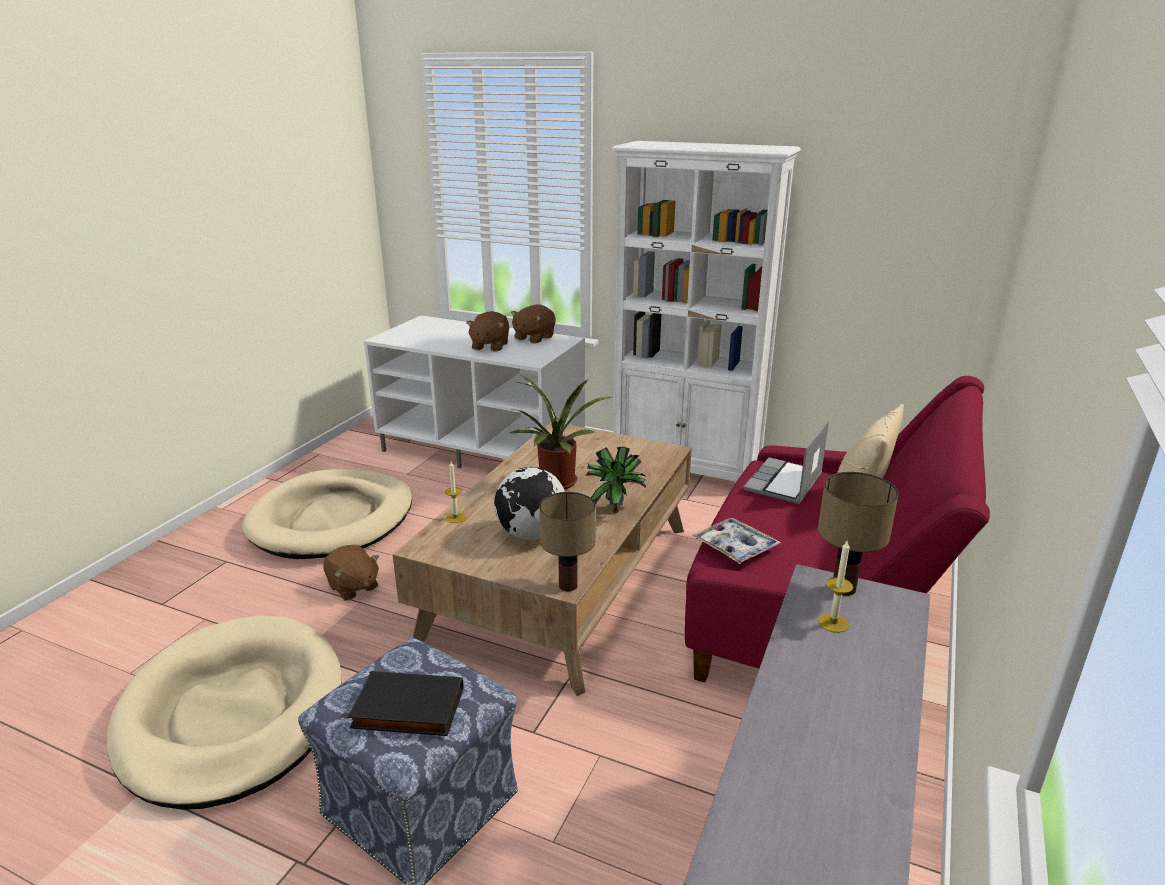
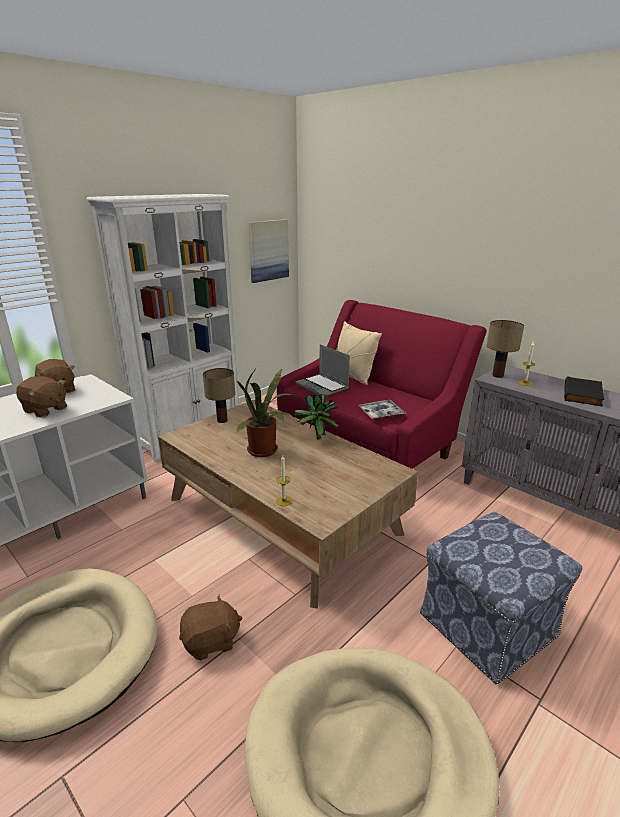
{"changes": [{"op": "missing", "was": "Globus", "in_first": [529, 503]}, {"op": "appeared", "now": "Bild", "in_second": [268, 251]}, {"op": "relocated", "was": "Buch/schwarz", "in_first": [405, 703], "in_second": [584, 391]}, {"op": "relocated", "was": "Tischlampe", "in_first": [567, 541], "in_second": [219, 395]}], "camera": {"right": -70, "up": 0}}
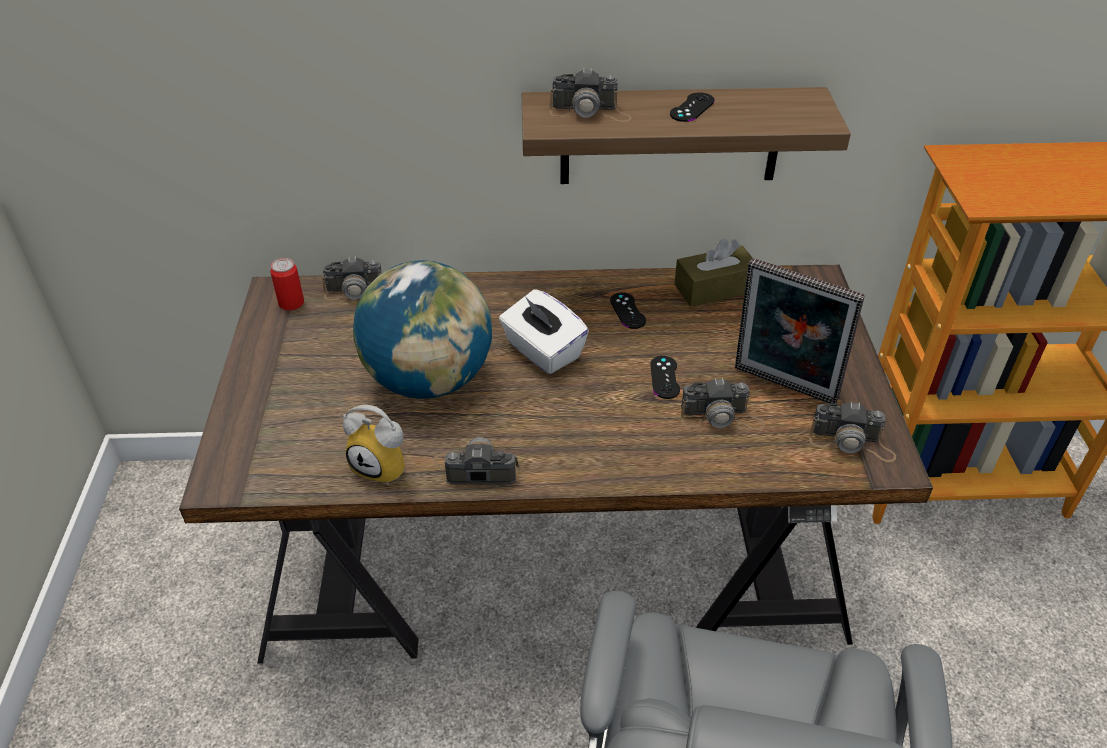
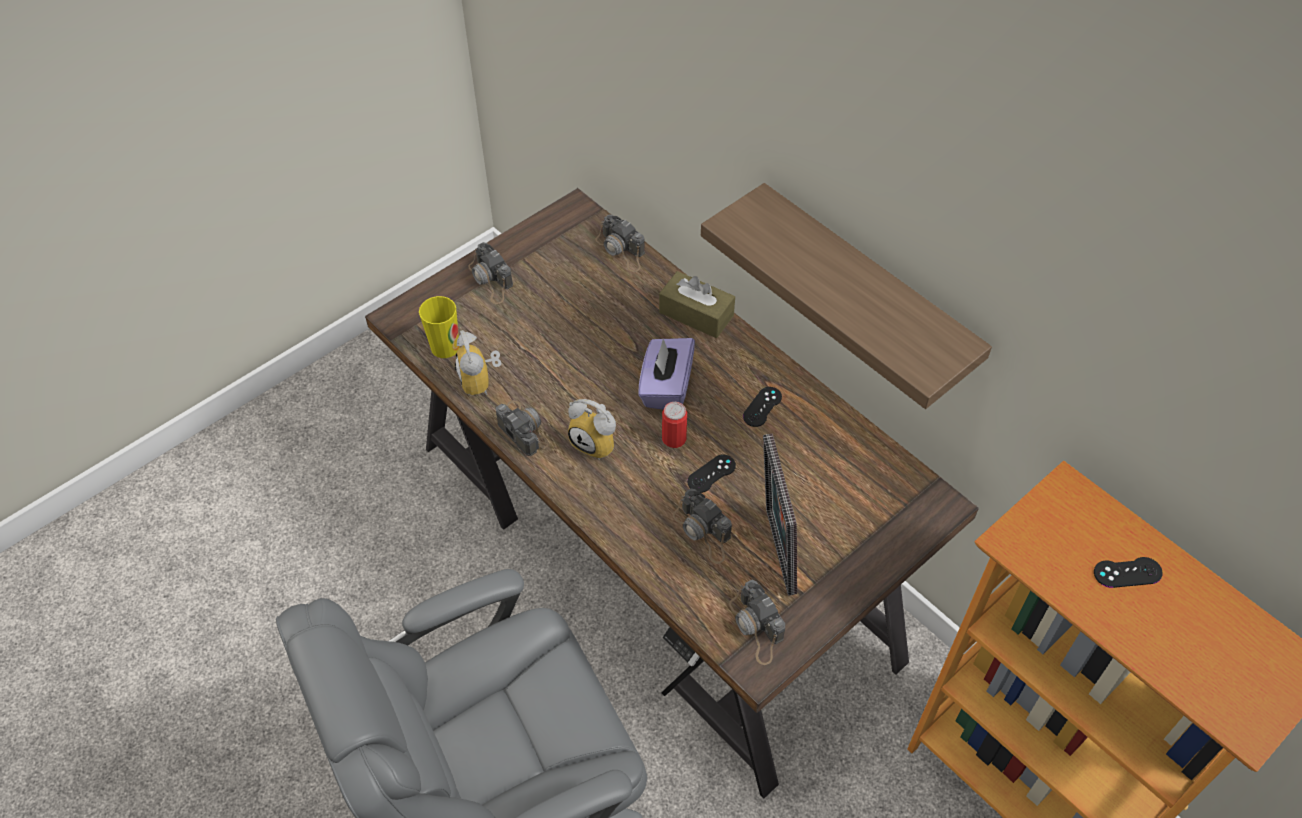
{"changes": [{"op": "missing", "was": "Globus", "in_first": [422, 329]}, {"op": "appeared", "now": "Tasse", "in_second": [439, 327]}, {"op": "appeared", "now": "Wecker", "in_second": [592, 429]}, {"op": "relocated", "was": "Dose", "in_first": [287, 284], "in_second": [674, 425]}, {"op": "relocated", "was": "Kamera", "in_first": [591, 95], "in_second": [490, 273]}, {"op": "relocated", "was": "Gamepad/schwarz", "in_first": [692, 107], "in_second": [1128, 572]}, {"op": "relocated", "was": "Taschentuchbox/braun", "in_first": [713, 272], "in_second": [697, 304]}, {"op": "colour", "was": "Taschentuchbox/weiß", "now": "Taschentuchbox/lila", "in_first": [544, 331], "in_second": [666, 374]}], "camera": {"right": 50, "up": 10}}
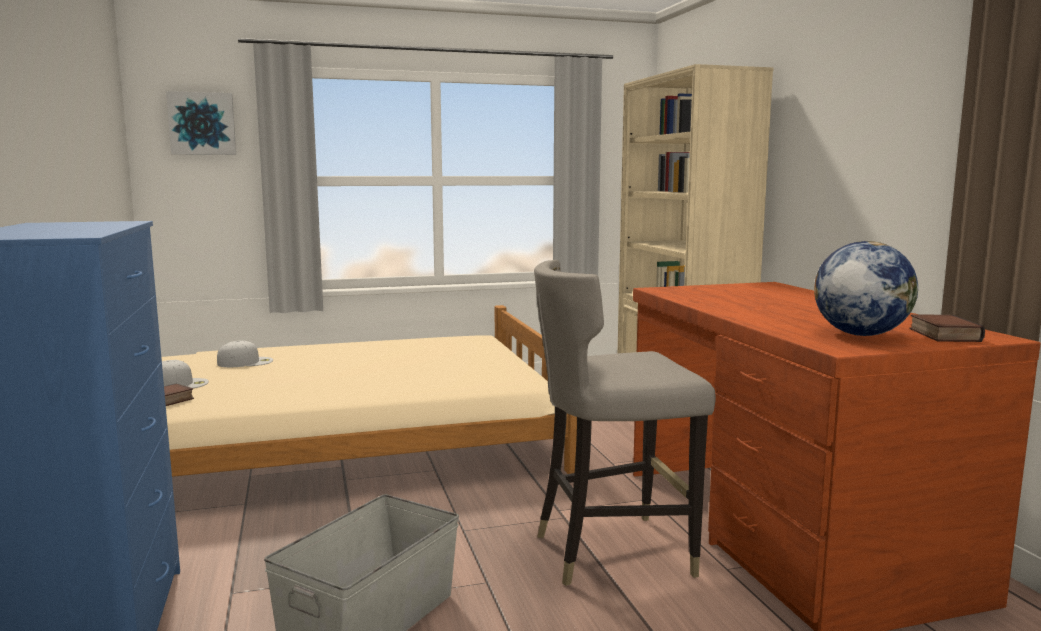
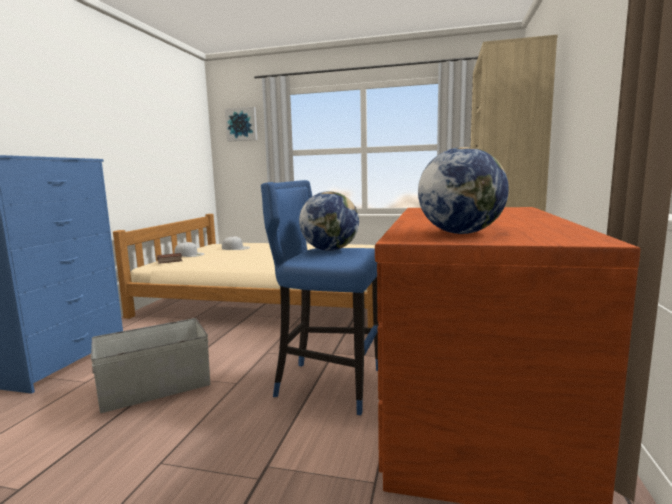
{"changes": [{"op": "missing", "was": "Buch", "in_first": [947, 328]}, {"op": "appeared", "now": "Globus", "in_second": [329, 221]}, {"op": "colour", "was": "Hocker/grau", "now": "Hocker/blau", "in_first": [625, 423], "in_second": [319, 297]}], "camera": {"right": 30, "up": 0}}
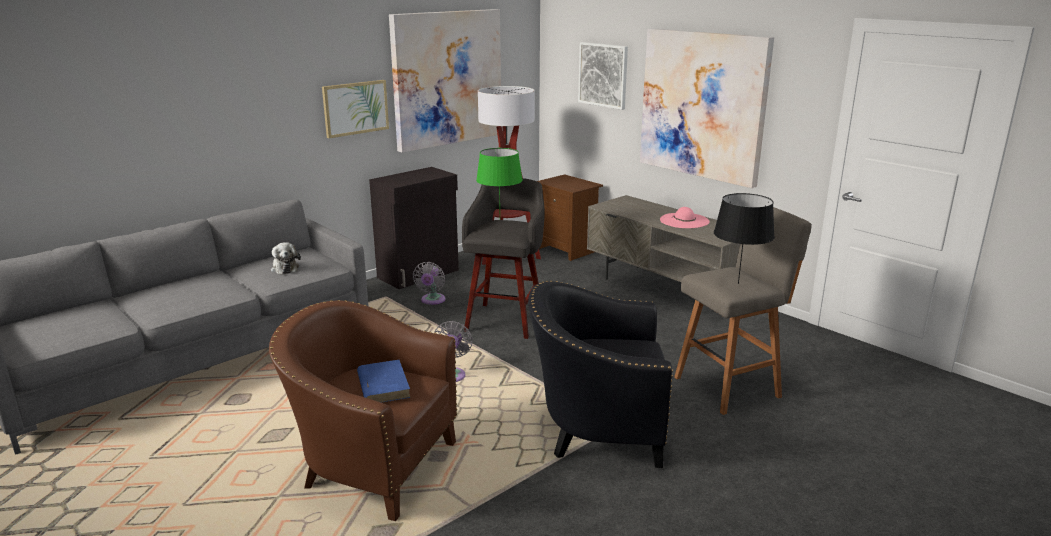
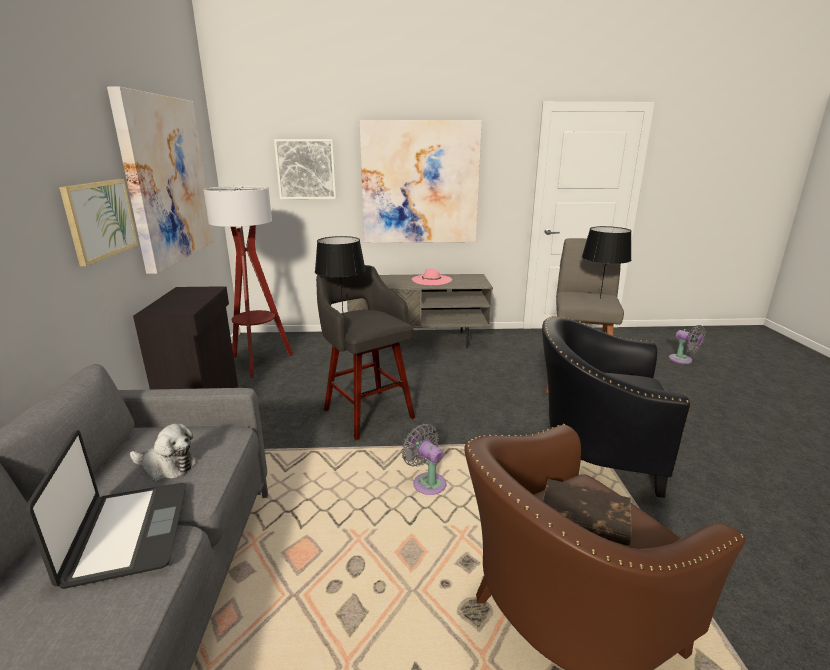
{"changes": [{"op": "missing", "was": "Nachttisch/braun", "in_first": [570, 217]}, {"op": "appeared", "now": "Laptop", "in_second": [105, 509]}, {"op": "relocated", "was": "Ventilator/grau", "in_first": [429, 283], "in_second": [687, 344]}, {"op": "colour", "was": "Buch/blau", "now": "Buch/braun", "in_first": [384, 381], "in_second": [587, 512]}, {"op": "colour", "was": "Tischlampe/grün", "now": "Tischlampe/schwarz", "in_first": [499, 176], "in_second": [340, 274]}, {"op": "spun", "was": "Sessel/schwarz", "in_first": [600, 374], "in_second": [616, 407], "clockwise": 60}], "camera": {"right": -50, "up": 0}}
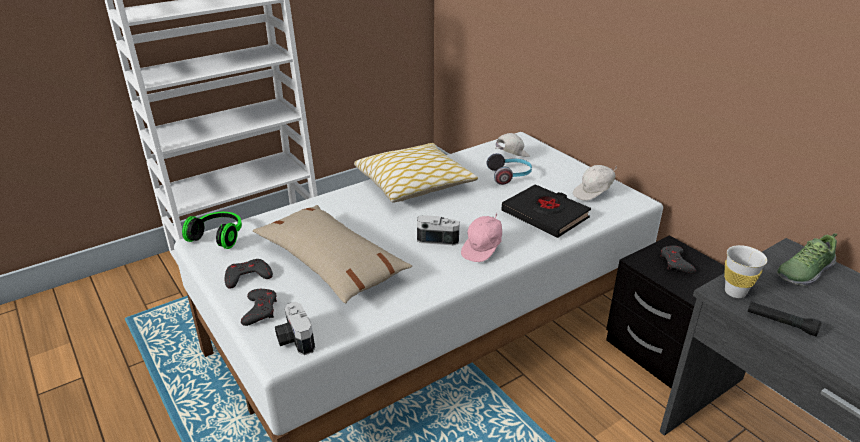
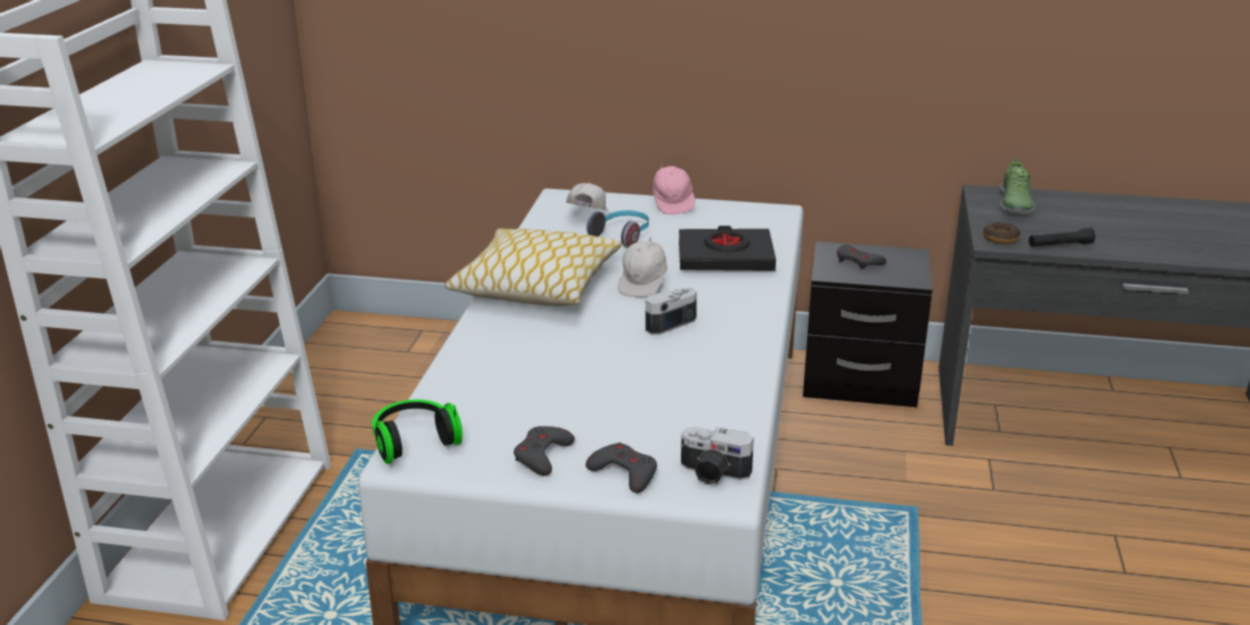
{"changes": [{"op": "missing", "was": "Kissen/beige", "in_first": [332, 254]}, {"op": "relocated", "was": "Kappe/rosa", "in_first": [481, 237], "in_second": [673, 190]}, {"op": "relocated", "was": "Kappe/weiß", "in_first": [595, 183], "in_second": [642, 267]}, {"op": "exchanged", "was": "Tasse/weiß", "now": "Donut", "in_first": [745, 271], "in_second": [1002, 233]}], "camera": {"right": -45, "up": -5}}
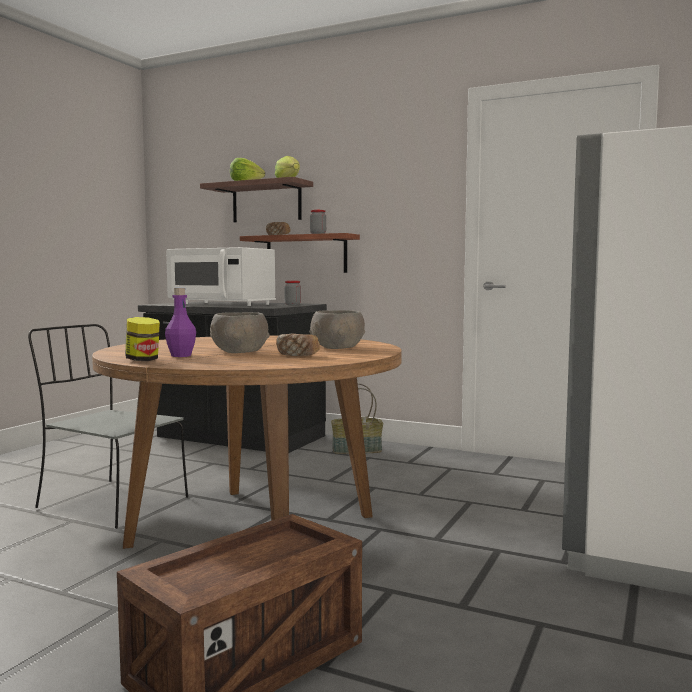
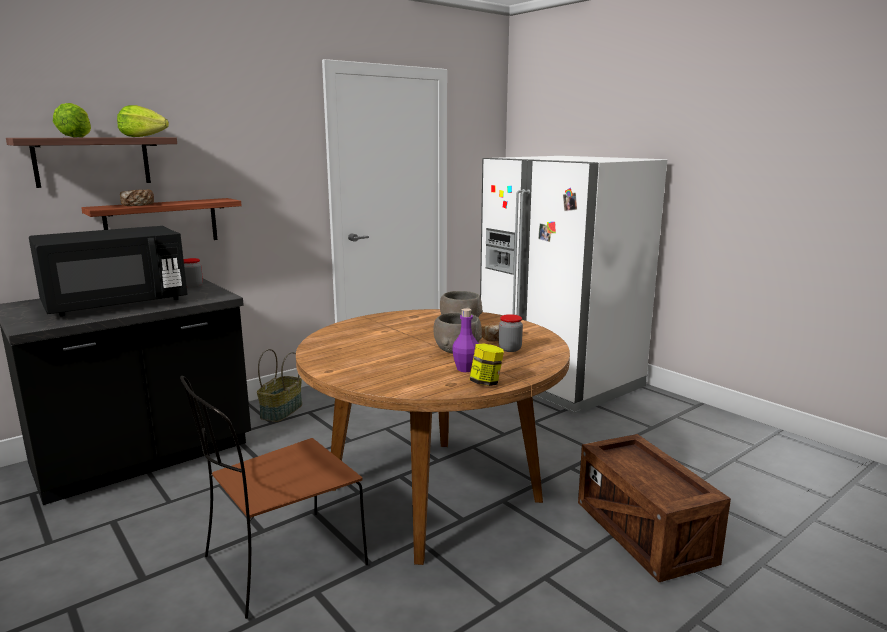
{"changes": [{"op": "relocated", "was": "Vorratsglas", "in_first": [318, 222], "in_second": [511, 333]}, {"op": "colour", "was": "Stuhl/grau", "now": "Stuhl/braun", "in_first": [108, 426], "in_second": [274, 497]}, {"op": "colour", "was": "Mikrowelle/weiß", "now": "Mikrowelle/schwarz", "in_first": [221, 276], "in_second": [108, 271]}], "camera": {"right": -65, "up": 10}}
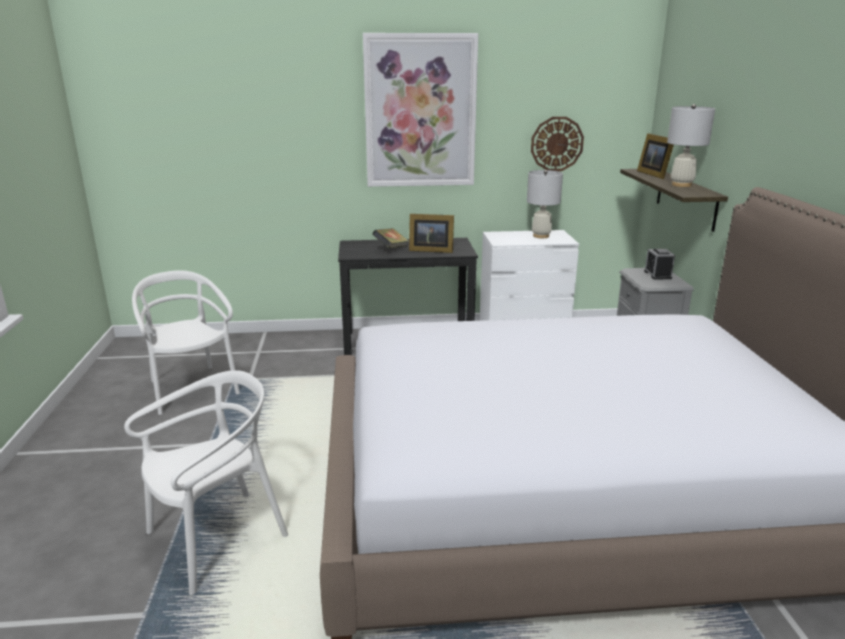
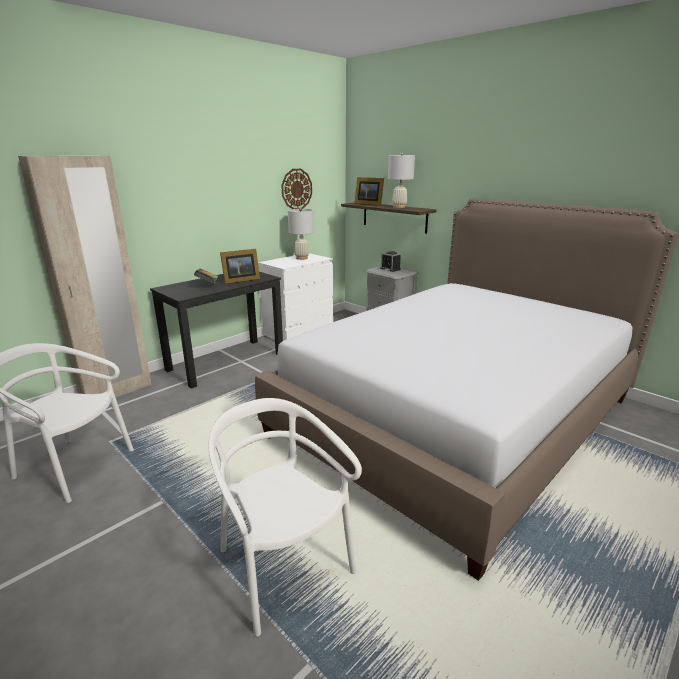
{"changes": [{"op": "missing", "was": "Bild", "in_first": [420, 110]}, {"op": "appeared", "now": "Kleiderschrank/beige", "in_second": [84, 276]}, {"op": "spun", "was": "Stuhl/weiß", "in_first": [206, 482], "in_second": [285, 517], "clockwise": -45}], "camera": {"right": -40, "up": 0}}
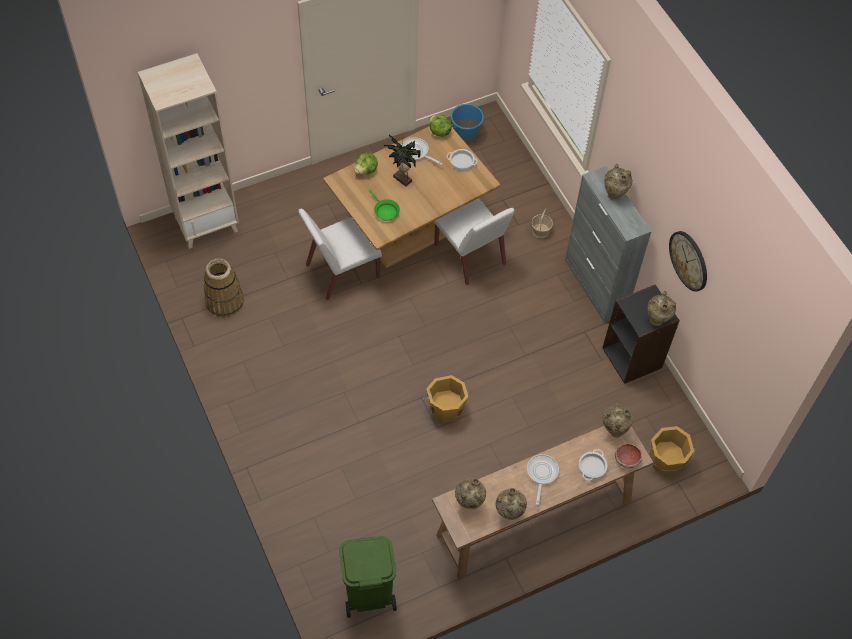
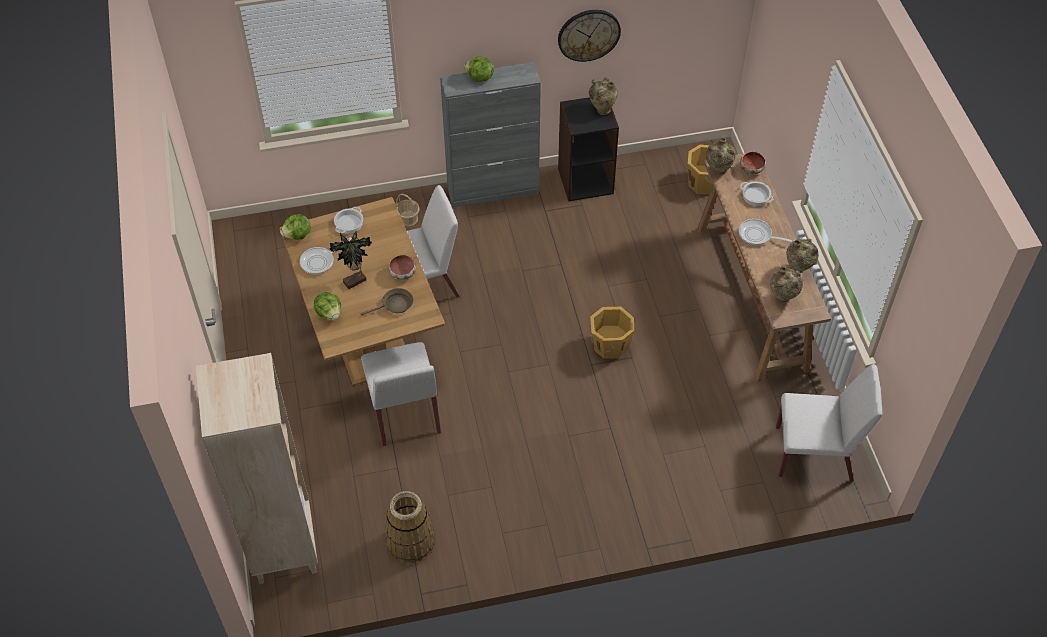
{"changes": [{"op": "missing", "was": "Eimer/blau", "in_first": [467, 124]}, {"op": "appeared", "now": "Schüssel", "in_second": [402, 267]}, {"op": "exchanged", "was": "Mülleimer/grün", "now": "Stuhl/weiß", "in_first": [368, 577], "in_second": [829, 422]}, {"op": "exchanged", "was": "Vase/beige", "now": "Salatkopf", "in_first": [618, 182], "in_second": [479, 69]}, {"op": "colour", "was": "Pfanne/grün", "now": "Pfanne/braun", "in_first": [384, 205], "in_second": [387, 301]}], "camera": {"right": -75, "up": -5}}
